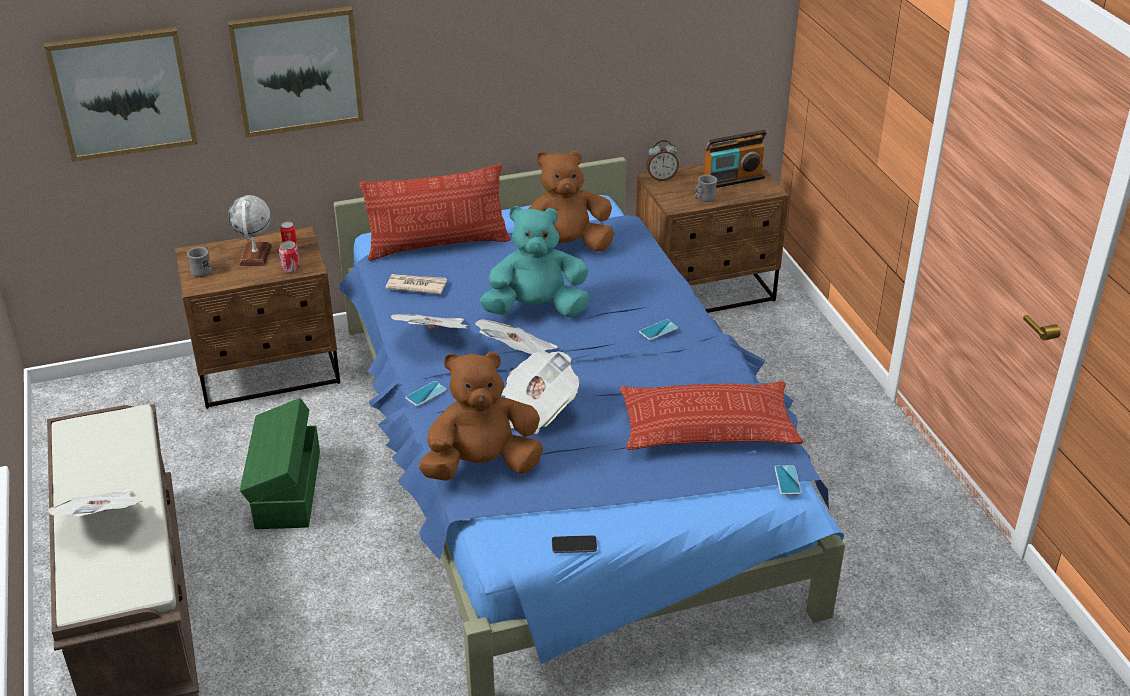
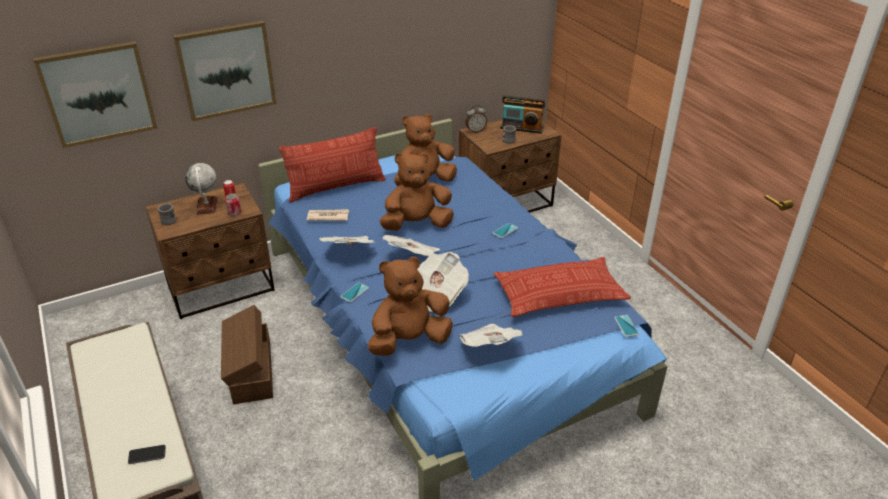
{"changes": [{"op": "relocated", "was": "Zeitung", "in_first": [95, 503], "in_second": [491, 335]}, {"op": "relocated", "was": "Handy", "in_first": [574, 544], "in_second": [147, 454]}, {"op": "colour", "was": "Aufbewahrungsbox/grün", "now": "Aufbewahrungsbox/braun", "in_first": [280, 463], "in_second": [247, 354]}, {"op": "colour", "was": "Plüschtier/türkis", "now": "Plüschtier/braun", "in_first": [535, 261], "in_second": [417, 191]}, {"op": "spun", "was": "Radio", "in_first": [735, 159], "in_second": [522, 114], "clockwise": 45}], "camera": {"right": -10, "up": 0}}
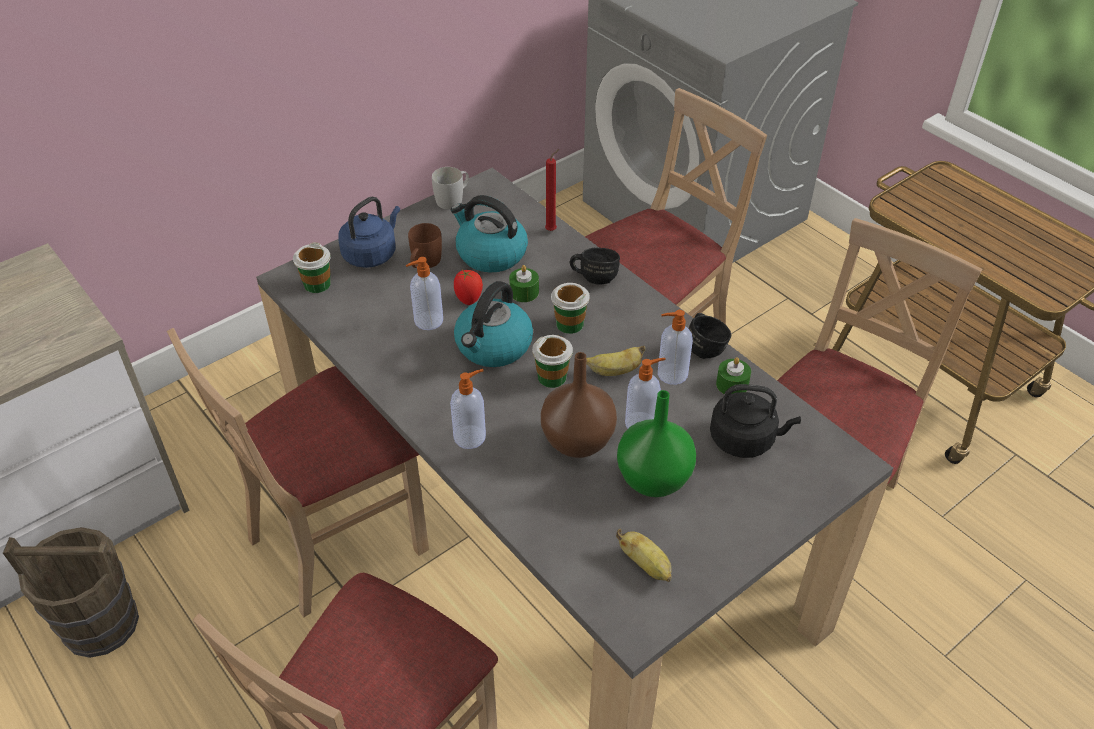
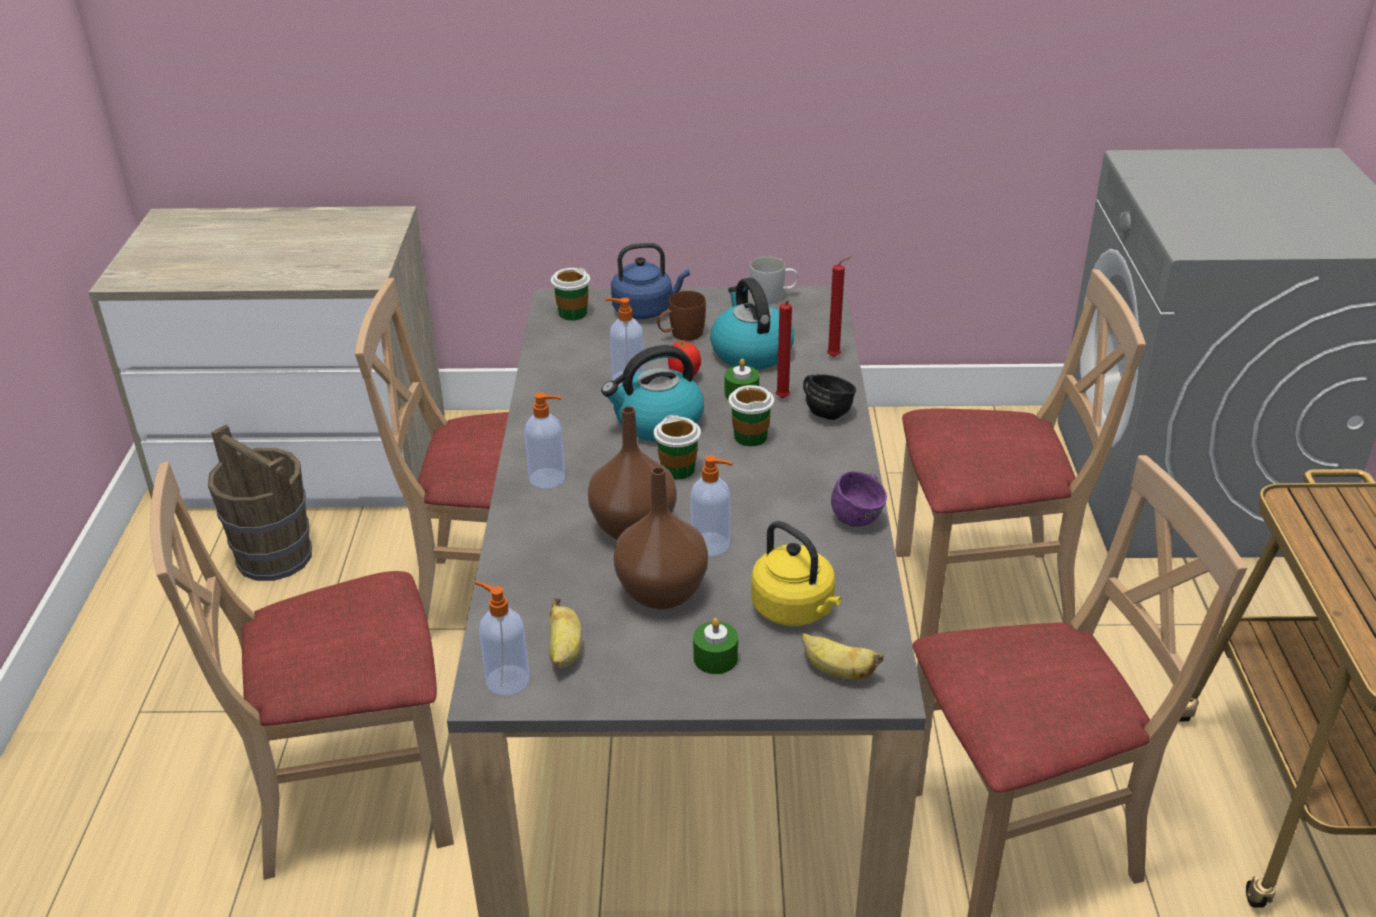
{"changes": [{"op": "appeared", "now": "Kerze/rot", "in_second": [784, 349]}, {"op": "relocated", "was": "Banane", "in_first": [615, 361], "in_second": [842, 656]}, {"op": "relocated", "was": "Seifenspender", "in_first": [675, 347], "in_second": [502, 638]}, {"op": "relocated", "was": "Kerze/grün", "in_first": [733, 375], "in_second": [715, 646]}, {"op": "colour", "was": "Vase/grün", "now": "Vase/braun", "in_first": [656, 443], "in_second": [661, 538]}, {"op": "colour", "was": "Henkelbecher/schwarz", "now": "Henkelbecher/lila", "in_first": [709, 336], "in_second": [859, 499]}, {"op": "colour", "was": "Wasserkessel/schwarz", "now": "Wasserkessel/gelb", "in_first": [755, 421], "in_second": [796, 573]}], "camera": {"right": 40, "up": -10}}
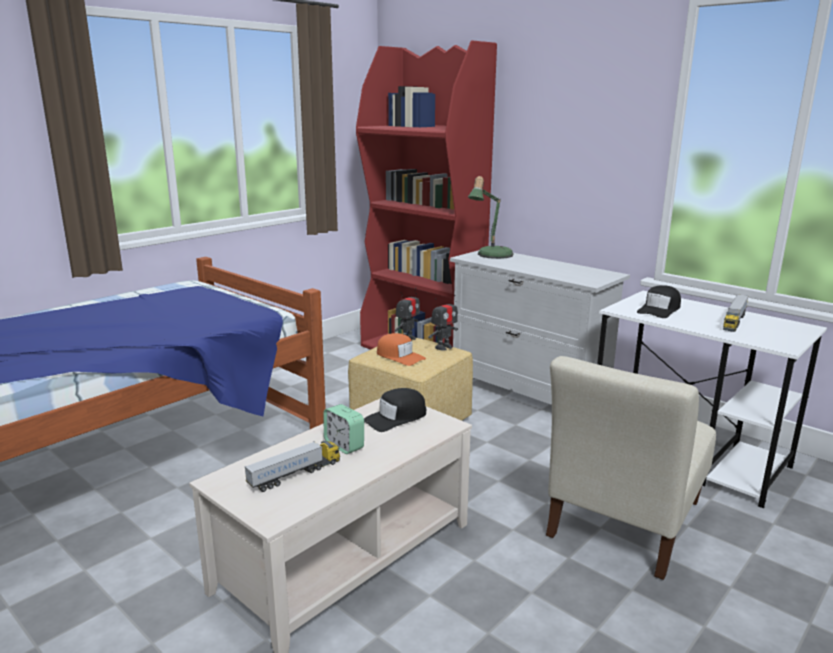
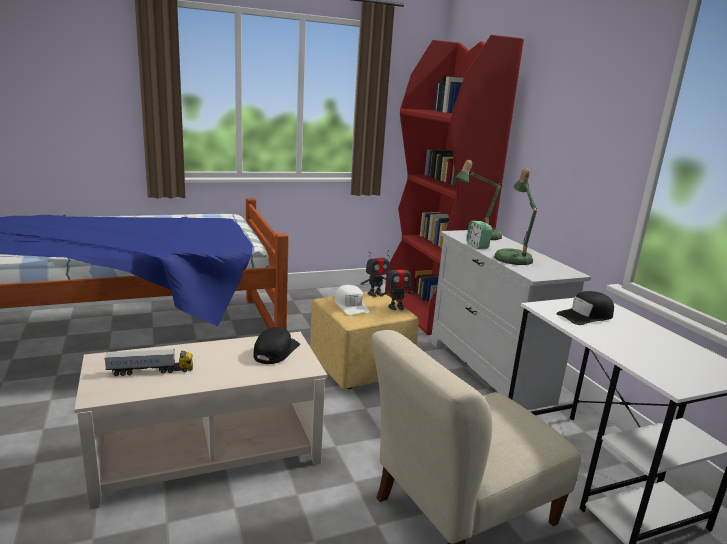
{"changes": [{"op": "missing", "was": "Spielzeuglaster", "in_first": [736, 313]}, {"op": "appeared", "now": "Tischlampe", "in_second": [515, 216]}, {"op": "relocated", "was": "Wecker", "in_first": [344, 429], "in_second": [479, 235]}, {"op": "colour", "was": "Kappe/orange", "now": "Kappe/weiß", "in_first": [401, 349], "in_second": [352, 300]}, {"op": "spun", "was": "Kappe/schwarz", "in_first": [395, 410], "in_second": [277, 345], "clockwise": 120}], "camera": {"right": 25, "up": 0}}
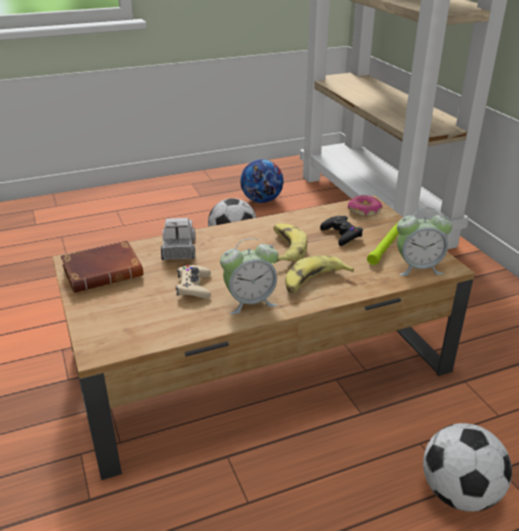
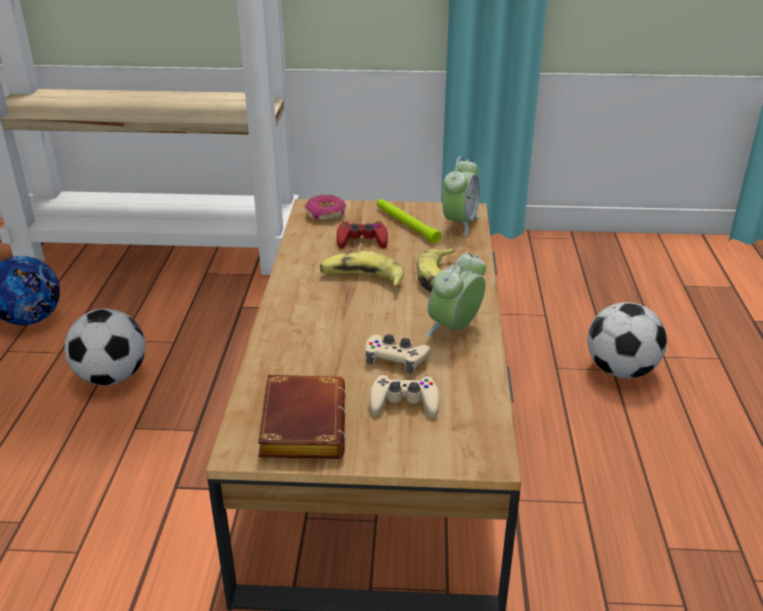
{"changes": [{"op": "missing", "was": "Spielzeuglaster", "in_first": [178, 239]}, {"op": "appeared", "now": "Gamepad/beige", "in_second": [404, 396]}, {"op": "colour", "was": "Gamepad/schwarz", "now": "Gamepad/rot", "in_first": [341, 231], "in_second": [362, 235]}, {"op": "spun", "was": "Wecker", "in_first": [249, 276], "in_second": [455, 294], "clockwise": -150}], "camera": {"right": -65, "up": 0}}
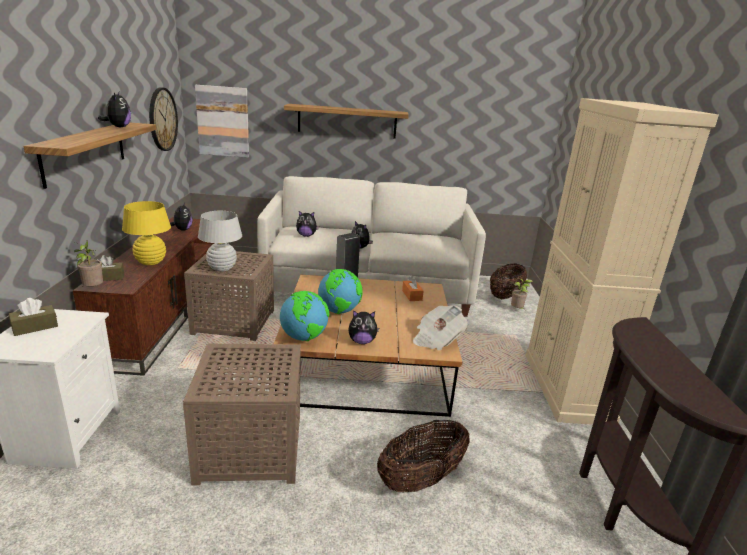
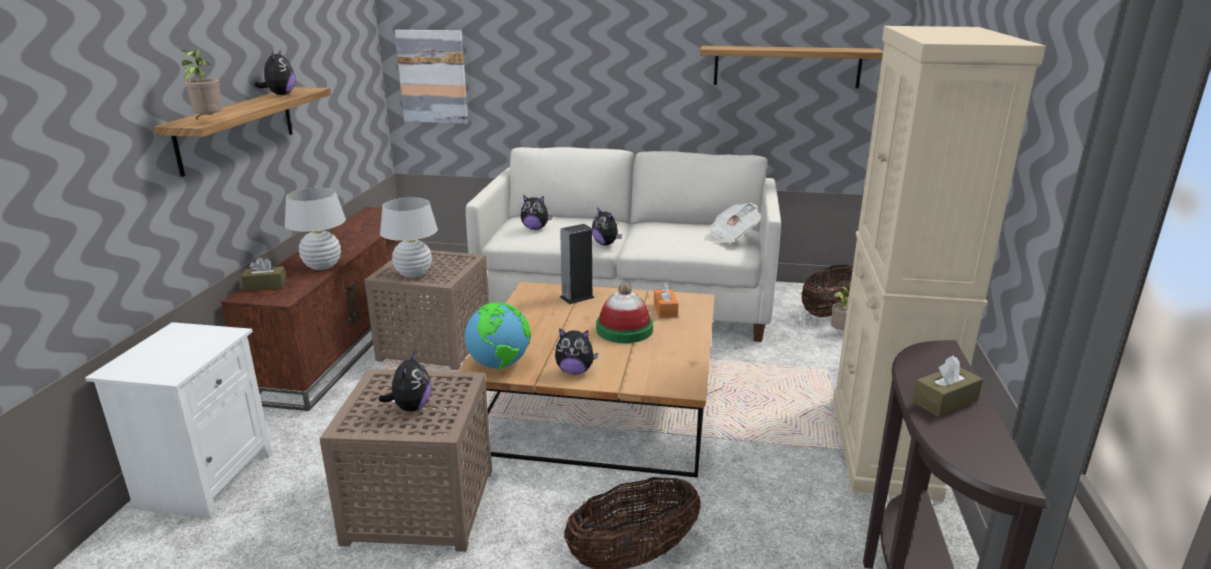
{"changes": [{"op": "missing", "was": "Wanduhr", "in_first": [163, 119]}, {"op": "missing", "was": "Globus", "in_first": [340, 292]}, {"op": "appeared", "now": "Hut", "in_second": [624, 313]}, {"op": "relocated", "was": "Taschentuchbox/braun", "in_first": [33, 317], "in_second": [947, 386]}, {"op": "relocated", "was": "Topfpflanze", "in_first": [88, 263], "in_second": [202, 84]}, {"op": "relocated", "was": "Plüschtier", "in_first": [181, 216], "in_second": [405, 380]}, {"op": "relocated", "was": "Wandregal", "in_first": [346, 121], "in_second": [791, 67]}, {"op": "relocated", "was": "Zeitung", "in_first": [440, 327], "in_second": [732, 223]}, {"op": "colour", "was": "Tischlampe/gelb", "now": "Tischlampe/weiß", "in_first": [146, 233], "in_second": [315, 229]}], "camera": {"right": 10, "up": 0}}
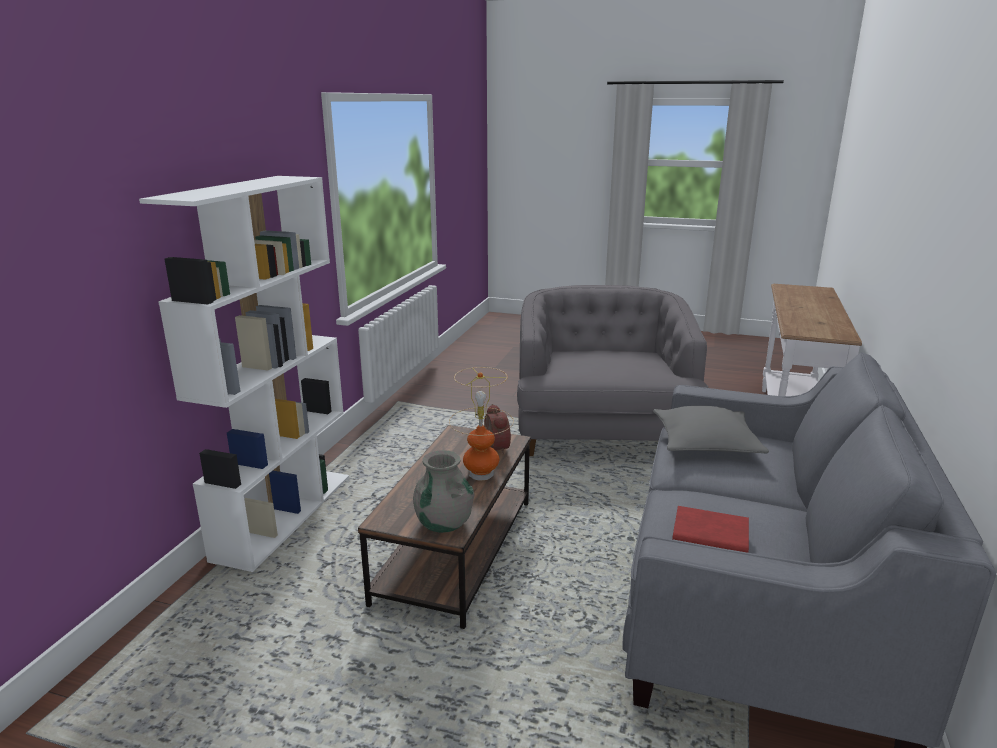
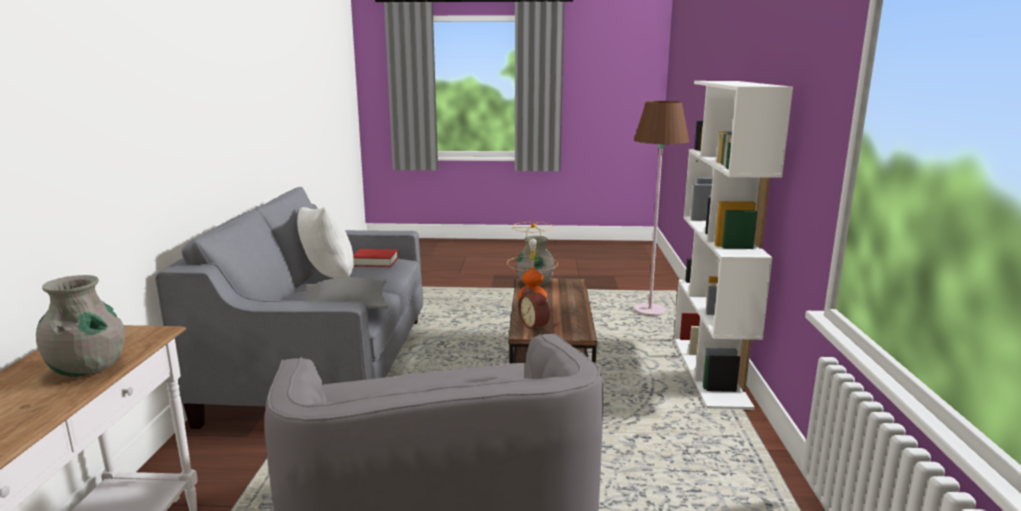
{"changes": [{"op": "appeared", "now": "Vase/grau", "in_second": [80, 326]}, {"op": "appeared", "now": "Kissen/weiß", "in_second": [325, 242]}, {"op": "appeared", "now": "Stehlampe/braun", "in_second": [661, 209]}], "camera": {"right": 165, "up": -5}}
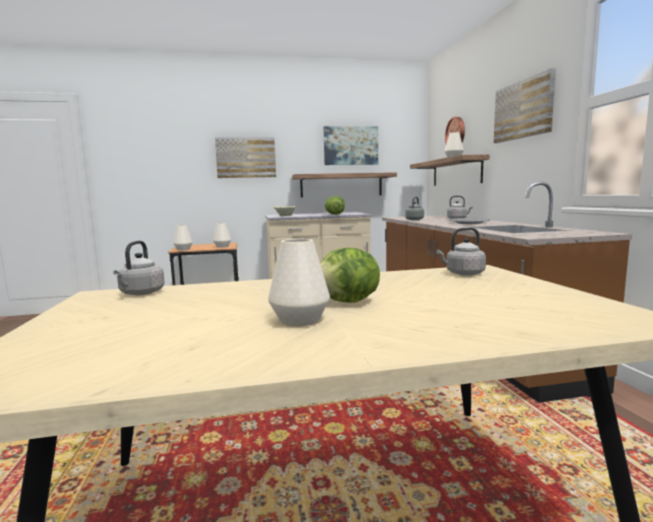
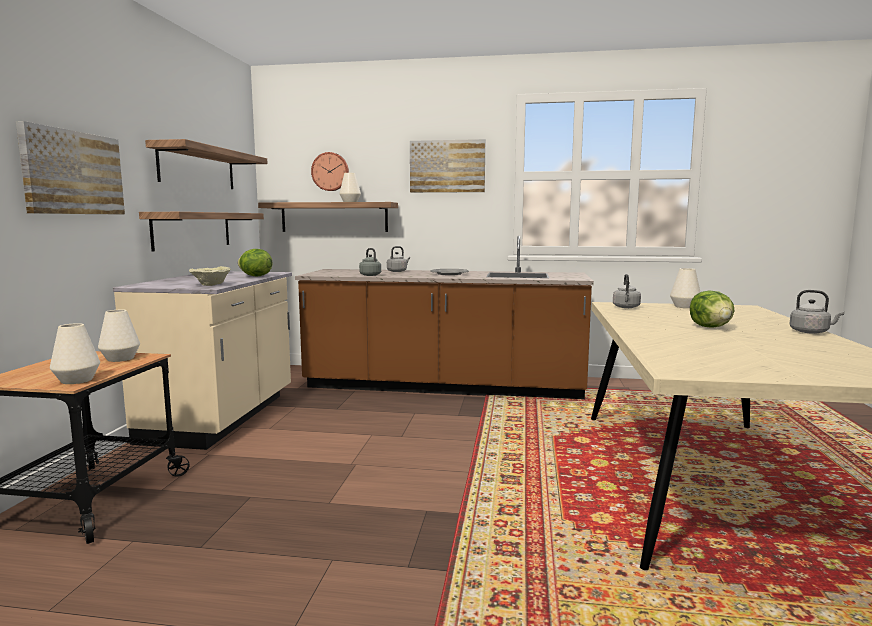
{"changes": [{"op": "relocated", "was": "Wasserkessel/grau", "in_first": [139, 268], "in_second": [817, 312]}, {"op": "relocated", "was": "Vase/weiß", "in_first": [299, 283], "in_second": [685, 288]}, {"op": "exchanged", "was": "Bild", "now": "Wandregal", "in_first": [350, 145], "in_second": [206, 164]}], "camera": {"right": -70, "up": 0}}
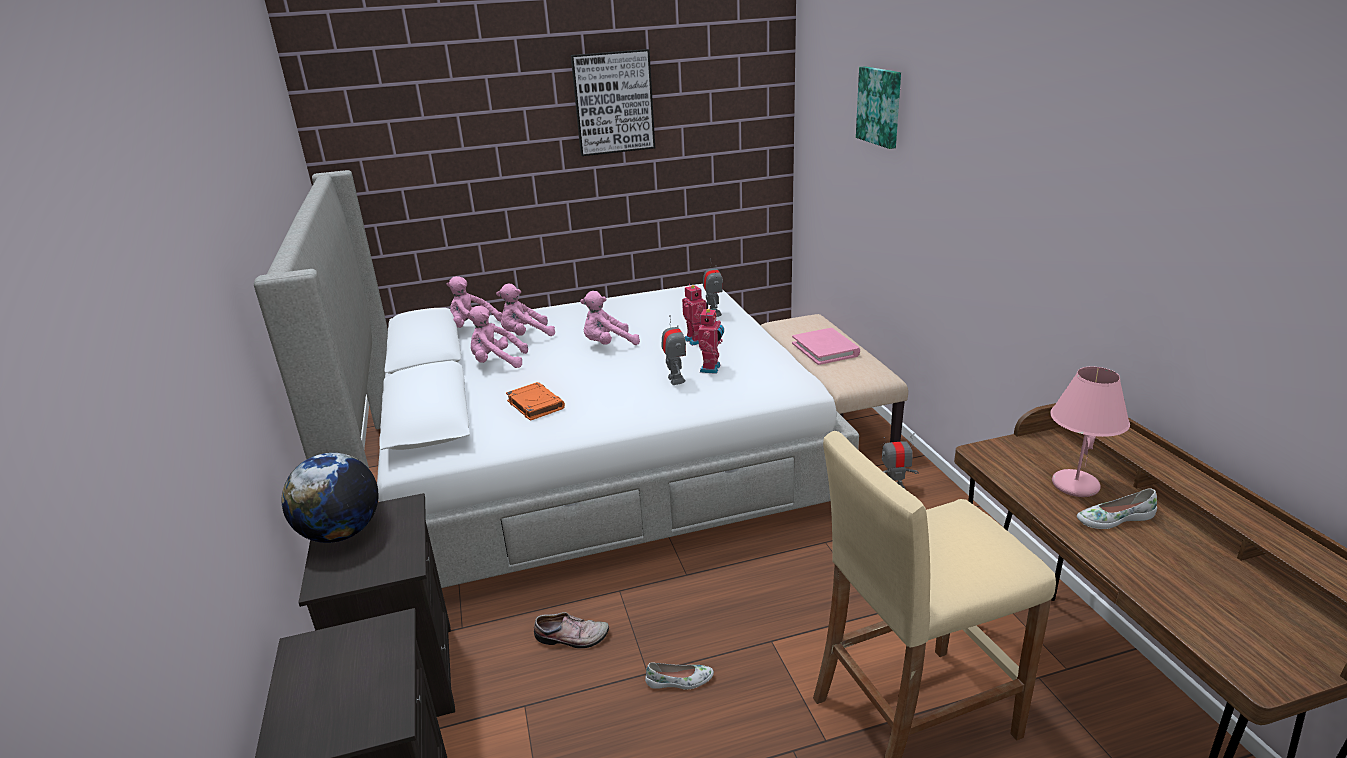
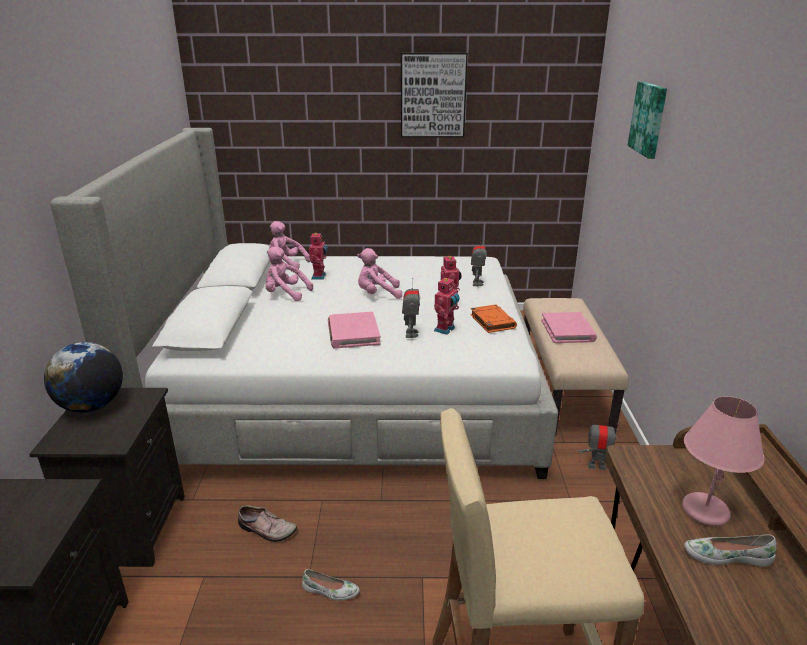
{"changes": [{"op": "appeared", "now": "Buch/rosa", "in_second": [354, 330]}, {"op": "relocated", "was": "Buch/orange", "in_first": [535, 401], "in_second": [493, 318]}, {"op": "exchanged", "was": "Plüschtier/rosa", "now": "Spielzeugroboter", "in_first": [525, 310], "in_second": [318, 256]}], "camera": {"right": 15, "up": 0}}
